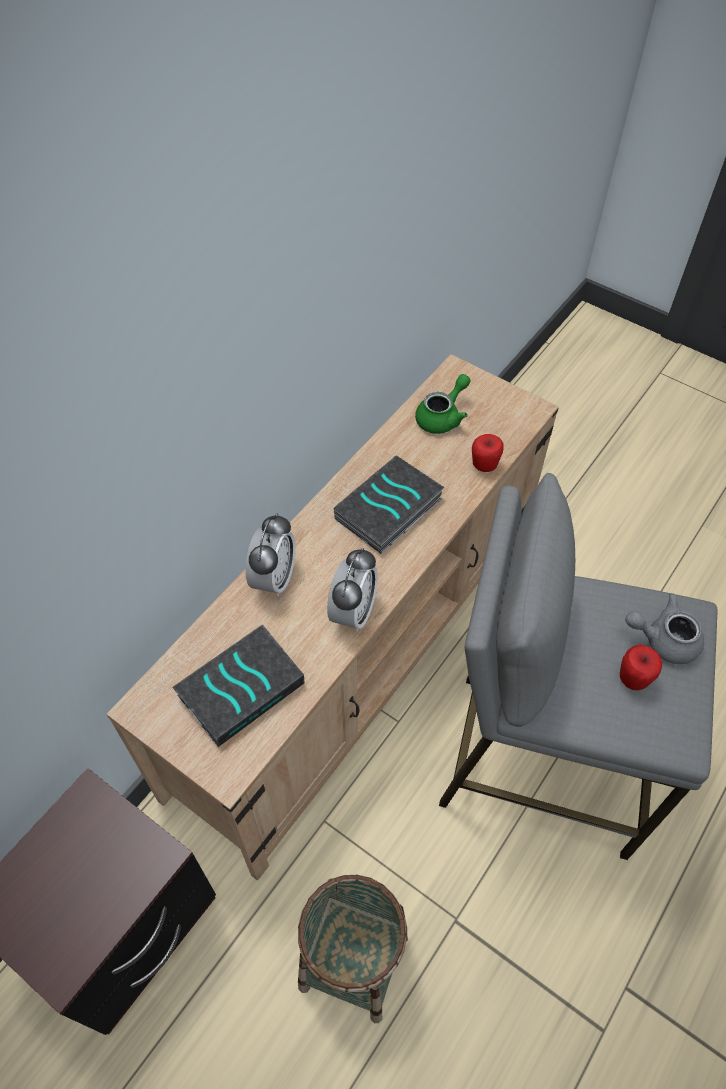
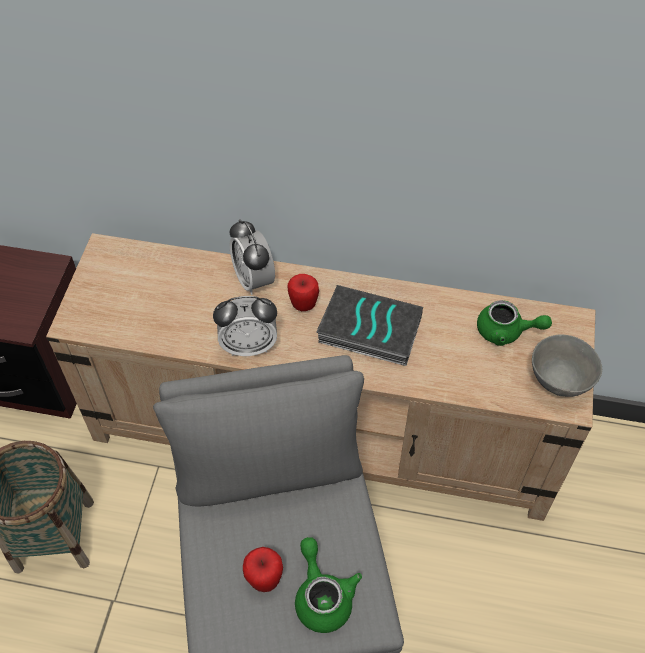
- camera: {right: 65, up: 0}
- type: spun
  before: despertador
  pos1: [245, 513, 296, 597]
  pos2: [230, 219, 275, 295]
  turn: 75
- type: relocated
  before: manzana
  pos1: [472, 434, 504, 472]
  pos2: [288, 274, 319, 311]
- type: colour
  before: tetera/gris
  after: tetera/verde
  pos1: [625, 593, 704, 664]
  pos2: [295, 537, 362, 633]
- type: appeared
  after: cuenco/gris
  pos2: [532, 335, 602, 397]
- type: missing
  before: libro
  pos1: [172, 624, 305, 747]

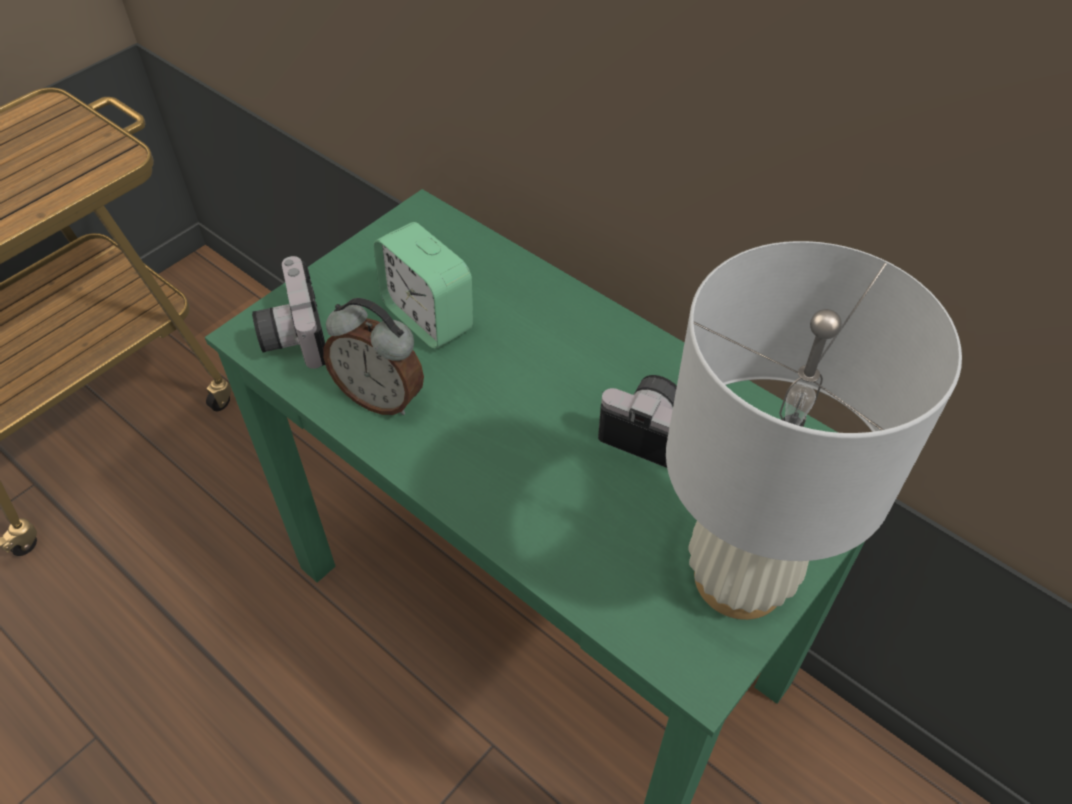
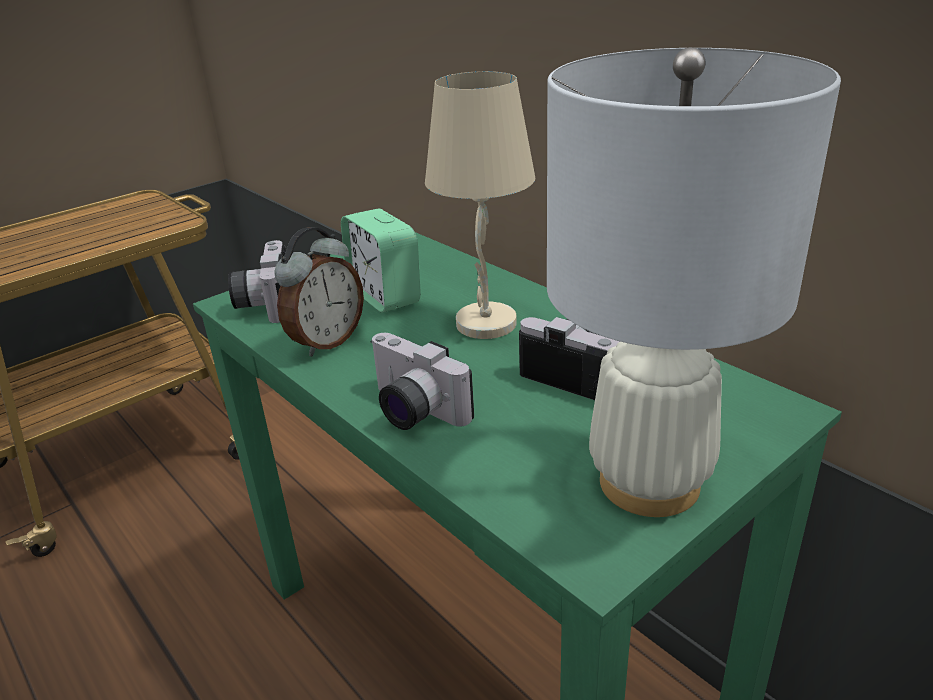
- camera: {right: 10, up: -20}
- type: spun
  before: despertador
  pos1: [323, 298, 424, 415]
  pos2: [274, 227, 364, 357]
  turn: -90
- type: appeared
  after: cámara
  pos2: [371, 333, 474, 430]
- type: appeared
  after: lámpara de mesa/beis
  pos2: [425, 71, 535, 339]

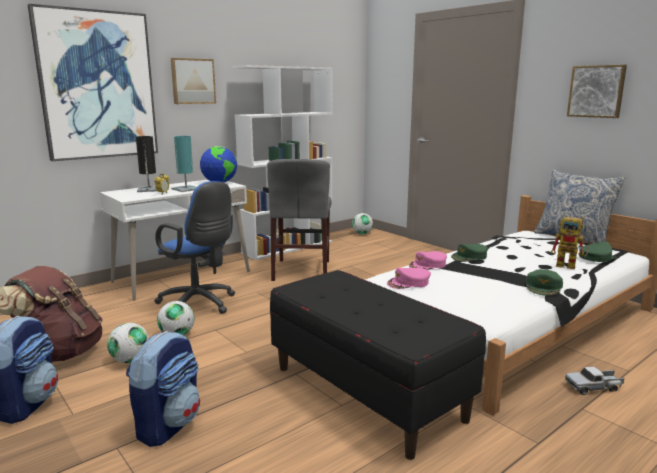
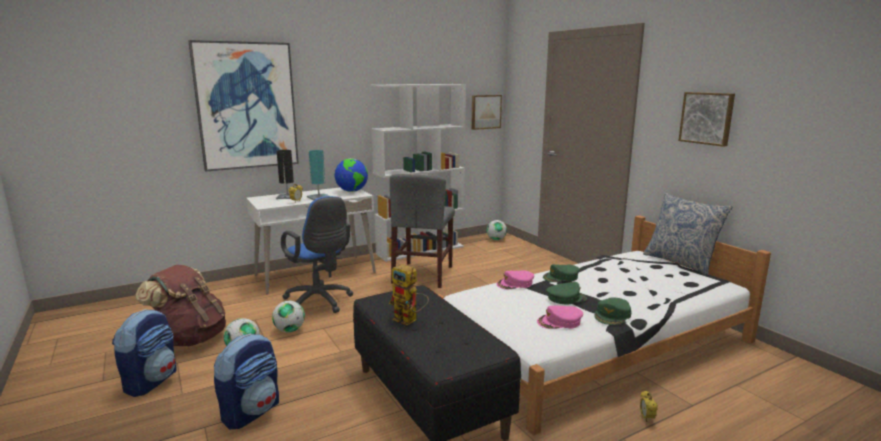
- camera: {right: 10, up: 0}
- type: relocated
  before: robot de juguete
  pos1: [551, 217, 589, 269]
  pos2: [389, 264, 429, 325]
- type: relocated
  before: cuadro
  pos1: [171, 58, 216, 104]
  pos2: [471, 95, 502, 130]
- type: relocated
  before: gorra/rosa
  pos1: [387, 267, 431, 289]
  pos2: [537, 305, 583, 329]
- type: relocated
  before: gorra/verde
  pos1: [579, 241, 617, 262]
  pos2: [546, 282, 587, 304]
- type: exchanged
  before: camión de juguete
  after: despertador
  pos1: [565, 367, 624, 395]
  pos2: [640, 390, 658, 422]

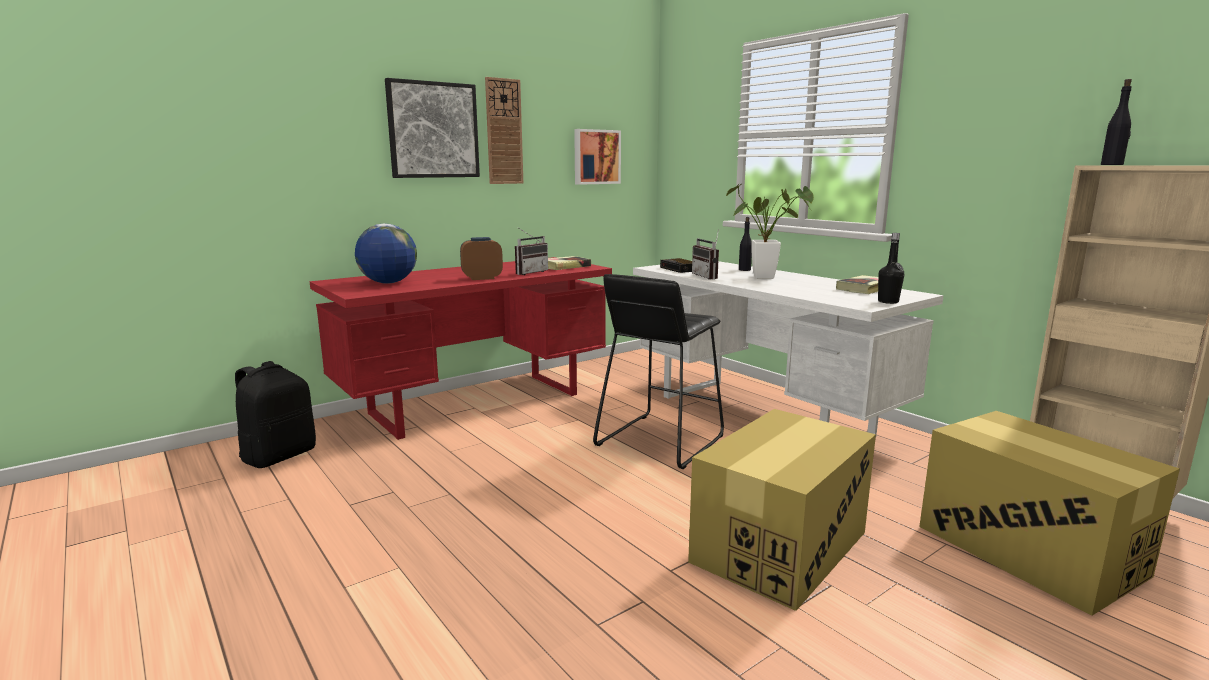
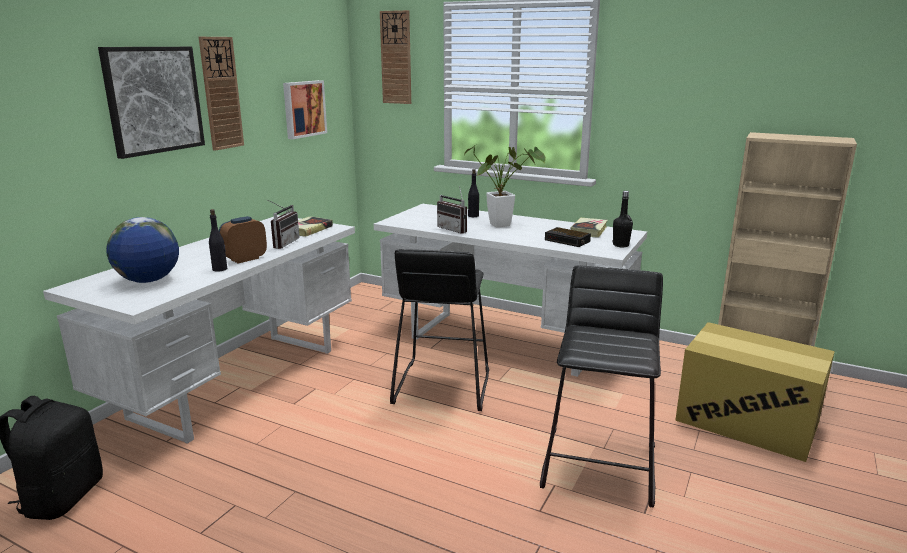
- camera: {right: -25, up: 5}
- type: colour
  before: escritorio/rojo
  after: escritorio/blanco
  pos1: [310, 257, 612, 440]
  pos2: [43, 215, 355, 444]
- type: relocated
  before: botella/negro
  pos1: [1101, 79, 1132, 165]
  pos2: [209, 209, 227, 272]
- type: appeared
  after: reloj de pared
  pos2: [380, 10, 411, 104]
- type: exchanged
  before: caja de cartón
  after: taburete/negro
  pos1: [688, 409, 876, 611]
  pos2: [540, 265, 663, 508]
- type: relocated
  before: despertador
  pos1: [660, 258, 692, 273]
  pos2: [545, 227, 591, 247]

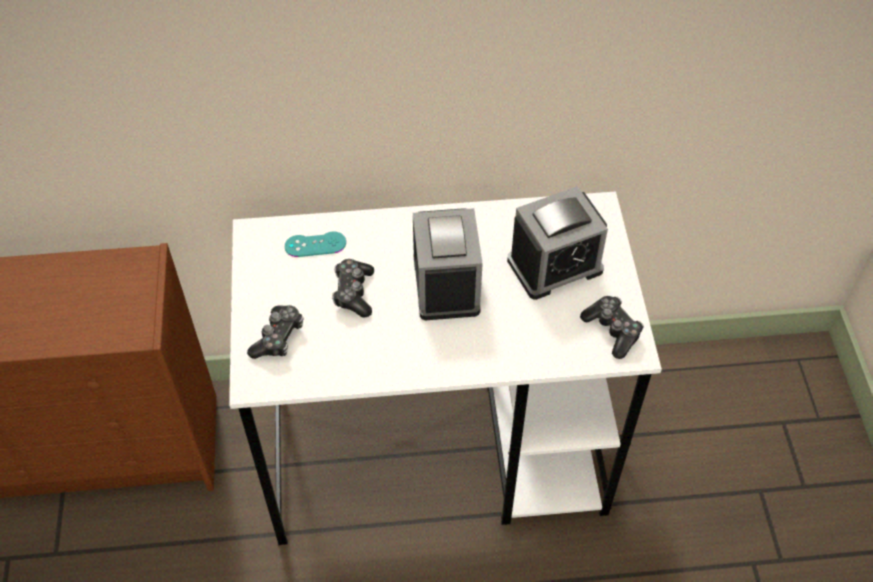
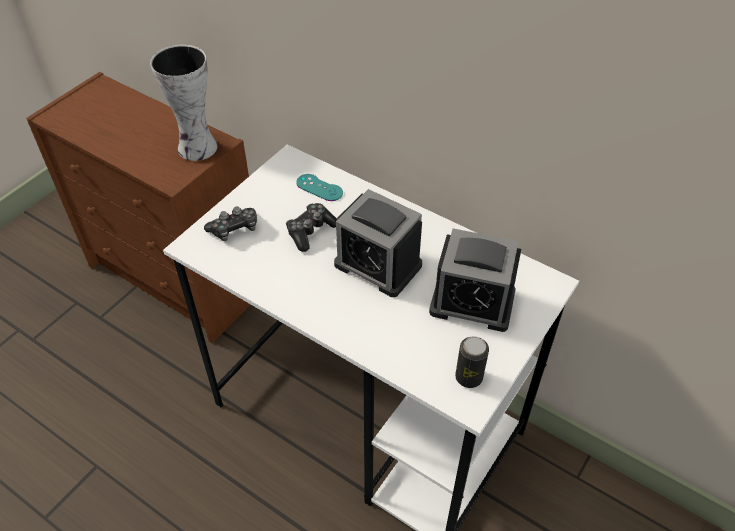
- camera: {right: 40, up: -5}
- type: appeared
  after: florero
  pos2: [150, 45, 217, 161]
- type: spun
  before: despertador
  pos1: [413, 208, 483, 320]
  pos2: [334, 189, 422, 297]
  turn: 90
- type: exchanged
  before: mando de consola
  after: lata
  pos1: [580, 296, 644, 359]
  pos2: [455, 337, 489, 388]

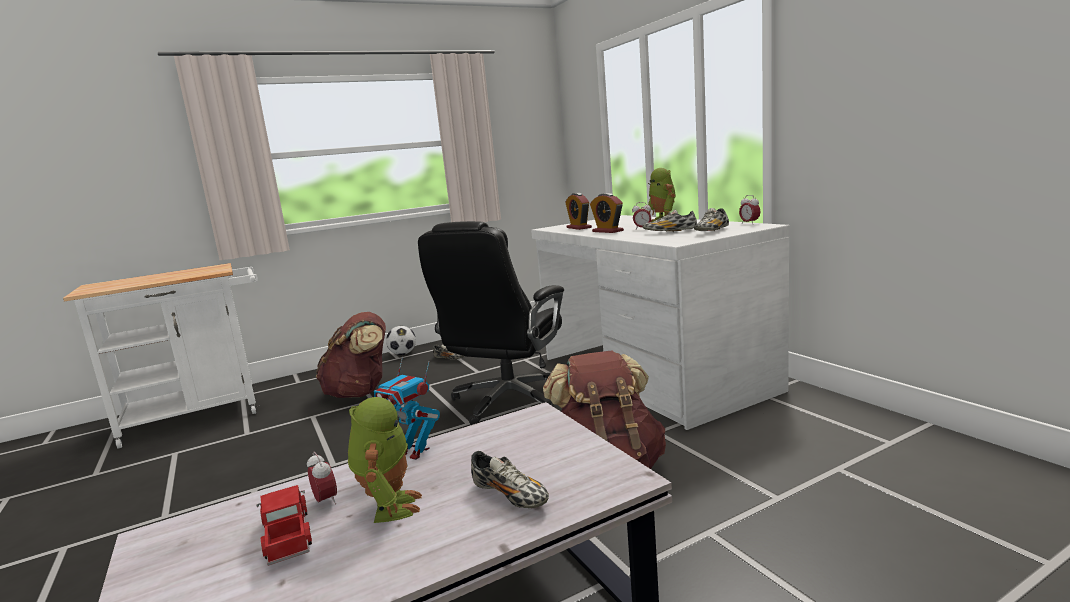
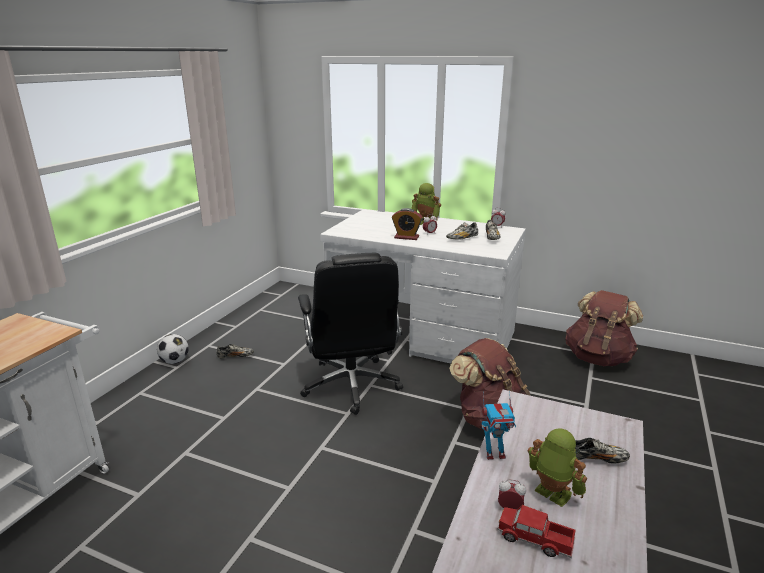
- camera: {right: -40, up: 10}
- type: relocated
  before: mochila/marrón
  pos1: [316, 312, 386, 398]
  pos2: [565, 290, 643, 366]
- type: missing
  before: despertador
  pos1: [565, 193, 592, 230]

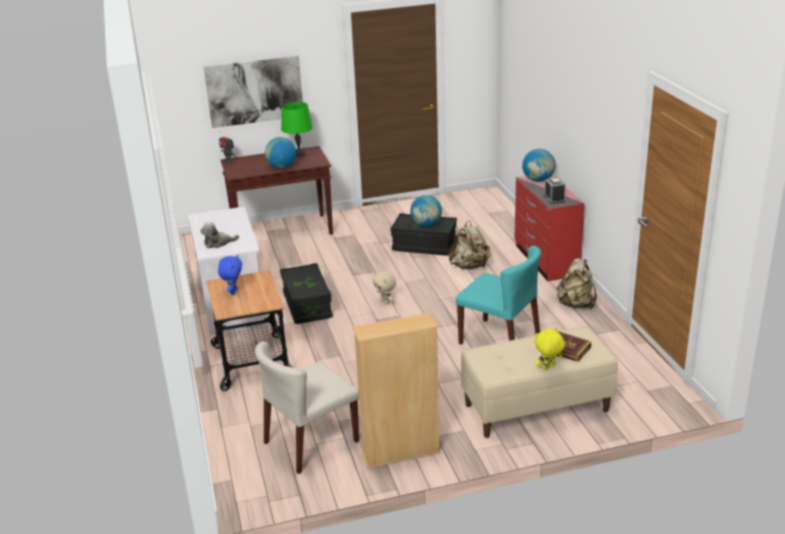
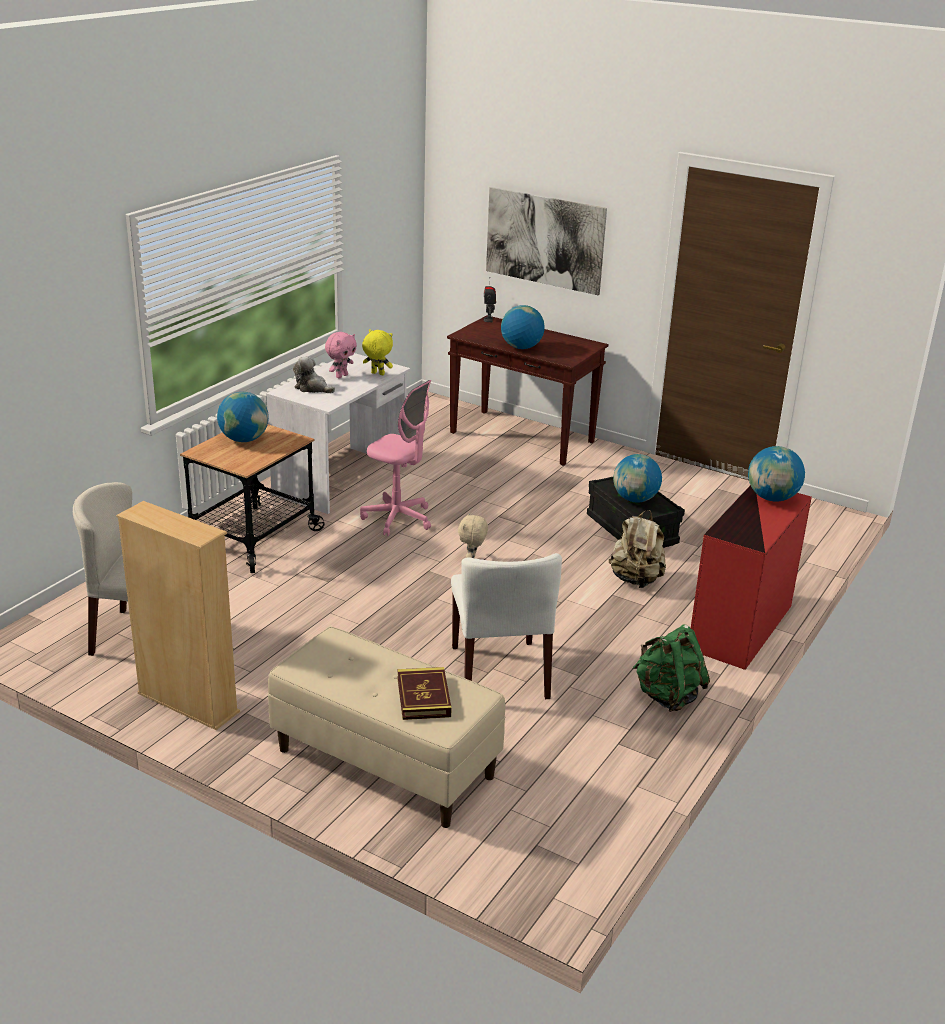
- camera: {right: 45, up: 0}
- type: exchanged
  before: peluche/azul
  after: globo terráqueo
  pos1: [218, 255, 242, 295]
  pos2: [217, 392, 269, 442]
- type: appeared
  after: peluche/rosa
  pos2: [325, 332, 357, 378]
- type: exchanged
  before: caja de almacenaje/negro
  after: silla de oficina/rosa
  pos1: [280, 263, 333, 324]
  pos2: [360, 380, 431, 536]
- type: relocated
  before: peluche/amarillo
  pos1: [535, 327, 565, 370]
  pos2: [362, 329, 393, 375]
- type: colour
  before: silla/turquesa
  after: silla/blanco
  pos1: [456, 246, 541, 345]
  pos2: [451, 553, 562, 699]
- type: colour
  before: mochila/beis
  after: mochila/verde
  pos1: [557, 258, 597, 309]
  pos2: [633, 624, 710, 712]
- type: missing
  before: lámpara de mesa/verde
  pos1: [281, 102, 313, 157]
- type: missing
  before: despertador
  pos1: [544, 178, 566, 204]

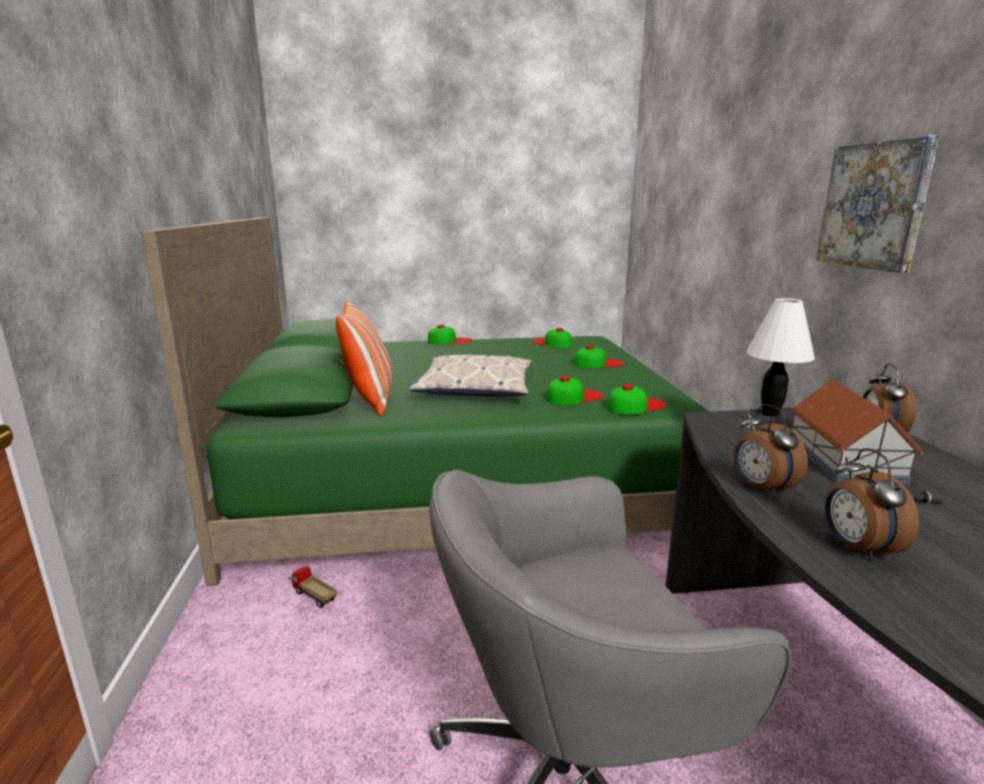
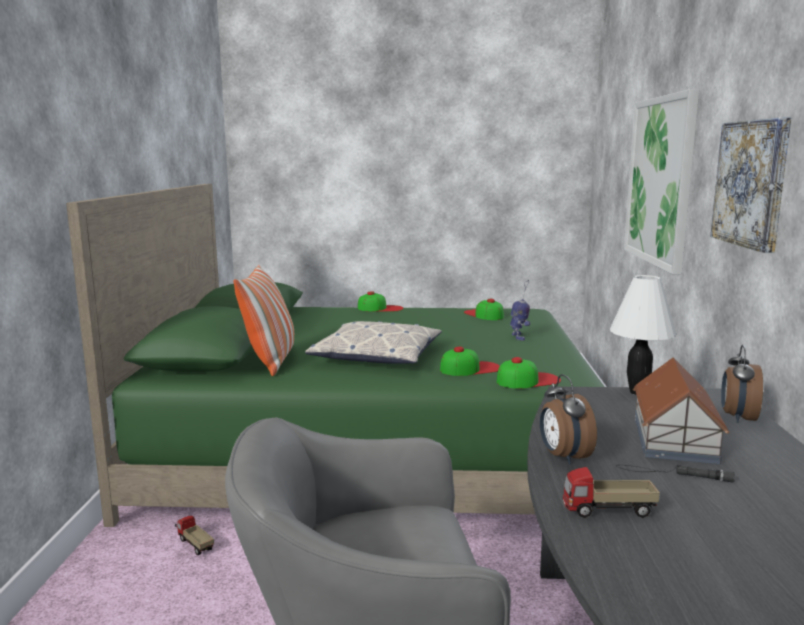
- camera: {right: 10, up: -5}
- type: exchanged
  before: gorra
  after: robot de juguete
  pos1: [574, 345, 624, 369]
  pos2: [510, 280, 530, 341]
- type: exchanged
  before: despertador
  after: camión de juguete
  pos1: [824, 448, 919, 562]
  pos2: [563, 467, 660, 518]
- type: appeared
  after: cuadro
  pos2: [624, 89, 699, 274]

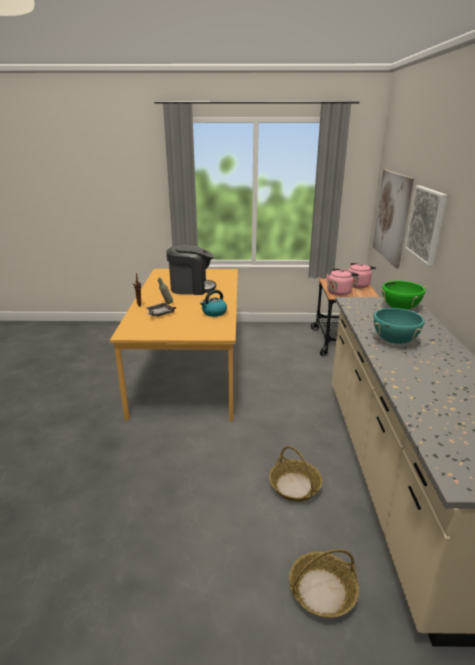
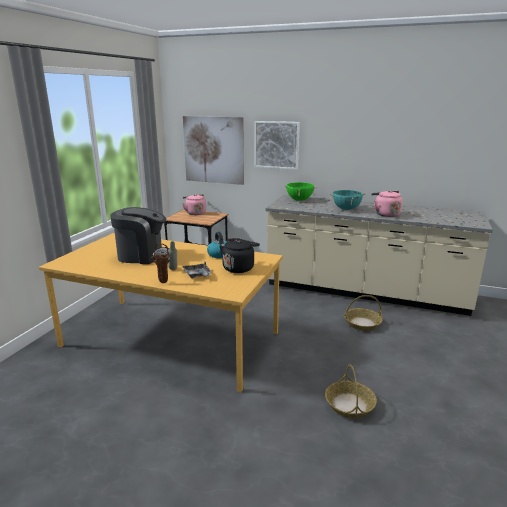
- camera: {right: -70, up: -5}
- type: spun
  before: cafetera
  pos1: [166, 245, 216, 295]
  pos2: [111, 207, 169, 264]
  turn: 75
- type: appeared
  after: hervidor/negro
  pos2: [219, 238, 260, 273]
- type: relocated
  before: cesta
  pos1: [289, 549, 359, 618]
  pos2: [325, 364, 377, 418]
- type: relocated
  before: hervidor/rosa
  pos1: [326, 269, 359, 296]
  pos2: [371, 190, 403, 217]

